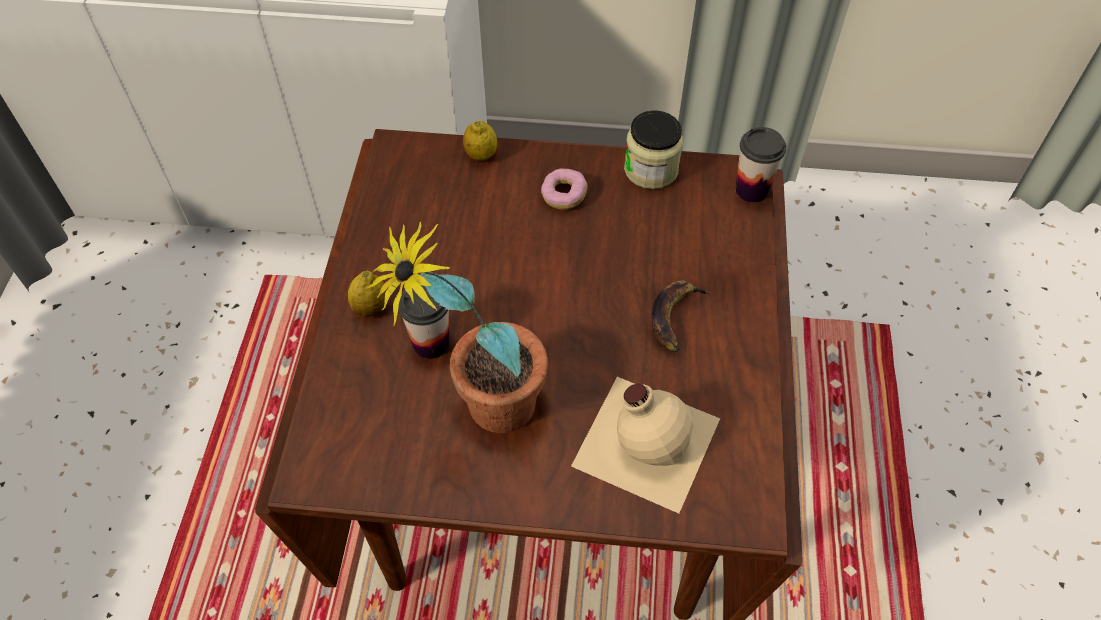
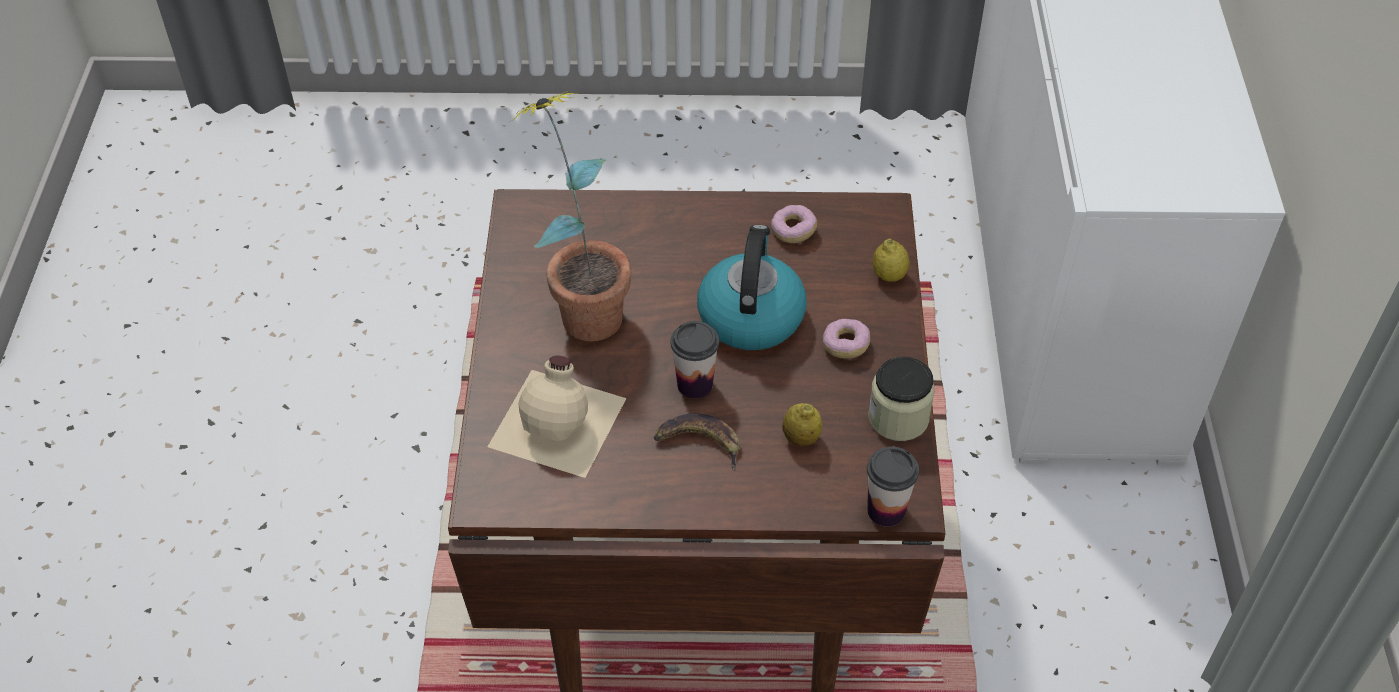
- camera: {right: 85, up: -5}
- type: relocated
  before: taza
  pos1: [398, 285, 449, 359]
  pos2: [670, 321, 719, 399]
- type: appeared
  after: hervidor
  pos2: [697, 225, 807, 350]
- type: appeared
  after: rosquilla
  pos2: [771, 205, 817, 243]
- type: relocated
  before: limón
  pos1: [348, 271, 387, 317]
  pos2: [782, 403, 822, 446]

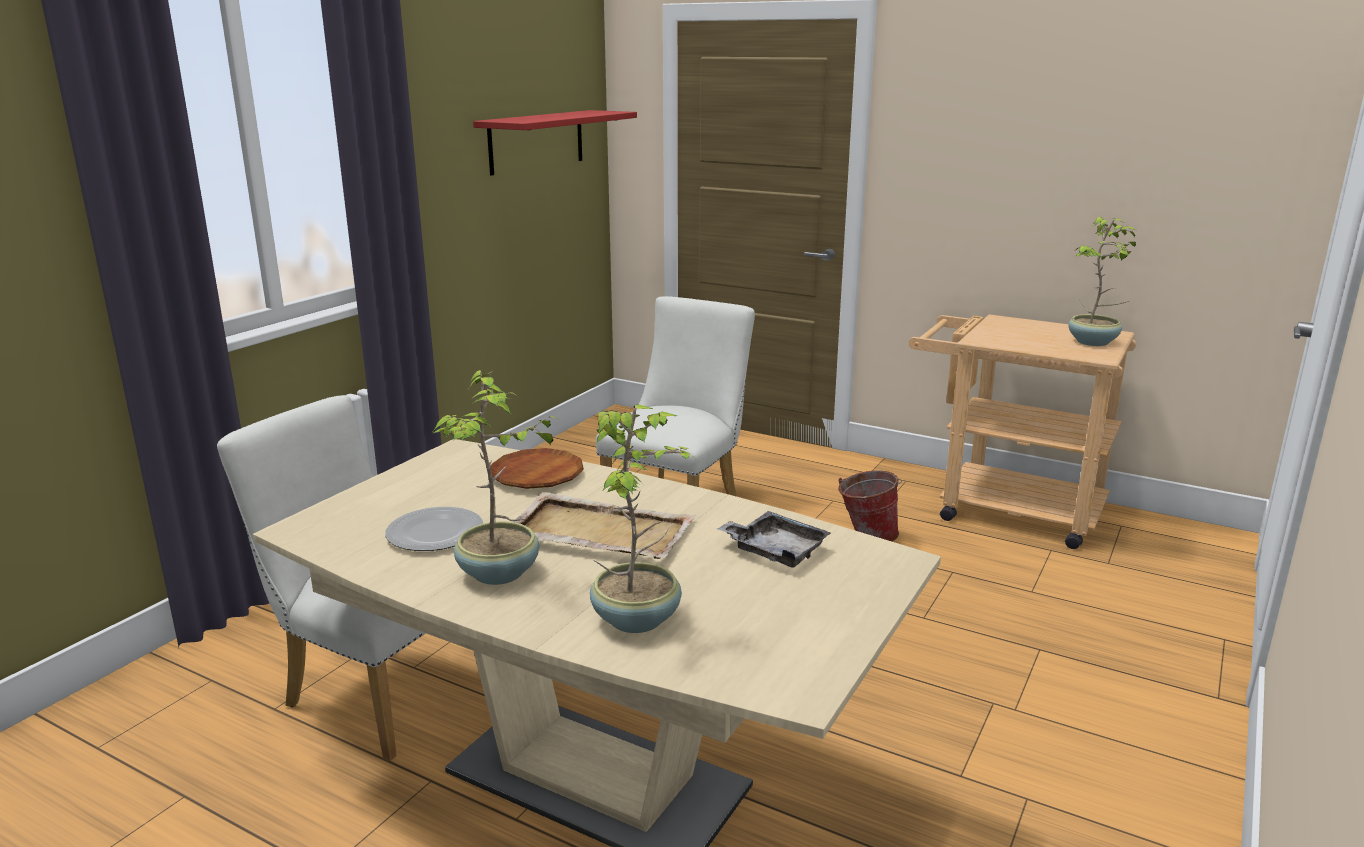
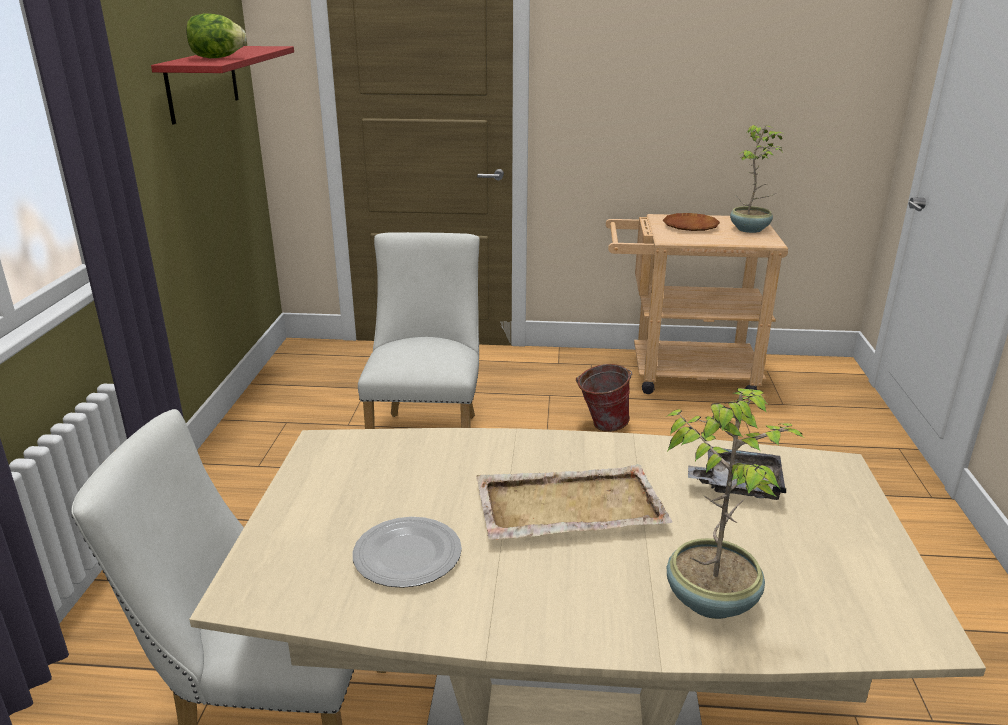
- camera: {right: -25, up: 5}
- type: appeared
  after: lechuga
  pos2: [186, 13, 247, 58]
- type: relocated
  before: plato/marrón
  pos1: [490, 448, 584, 489]
  pos2: [663, 213, 720, 231]
- type: missing
  before: planta en maceta
  pos1: [433, 370, 558, 585]

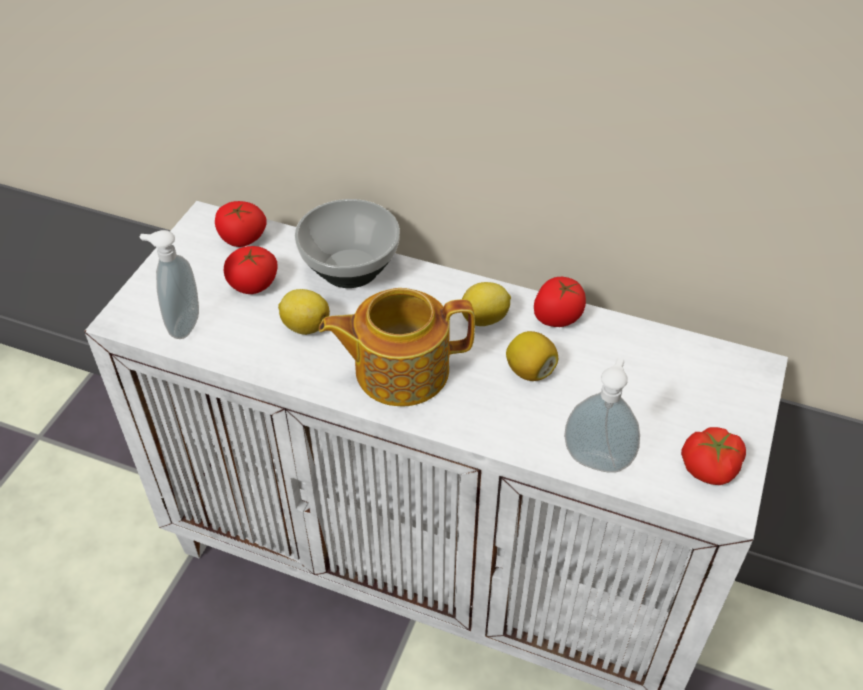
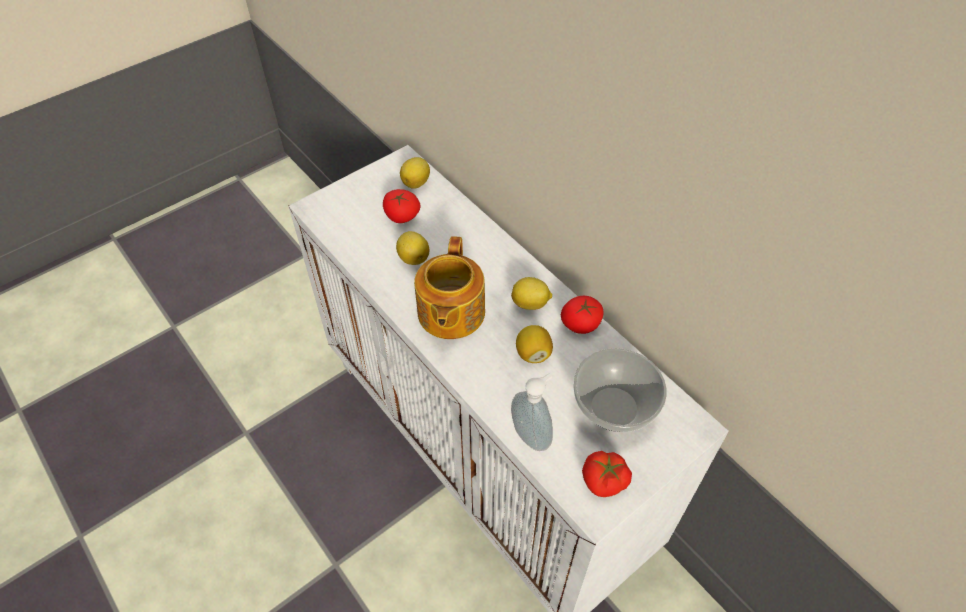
- camera: {right: 30, up: 5}
- type: exchanged
  before: tomate
  after: limón
  pos1: [215, 201, 267, 247]
  pos2: [400, 157, 430, 189]
- type: spun
  before: tetera
  pos1: [319, 288, 475, 407]
  pos2: [414, 236, 485, 339]
  turn: -105
- type: relocated
  before: cuenco
  pos1: [295, 199, 400, 288]
  pos2: [573, 348, 667, 432]
- type: missing
  before: dispensador de jabón
  pos1: [140, 230, 199, 339]

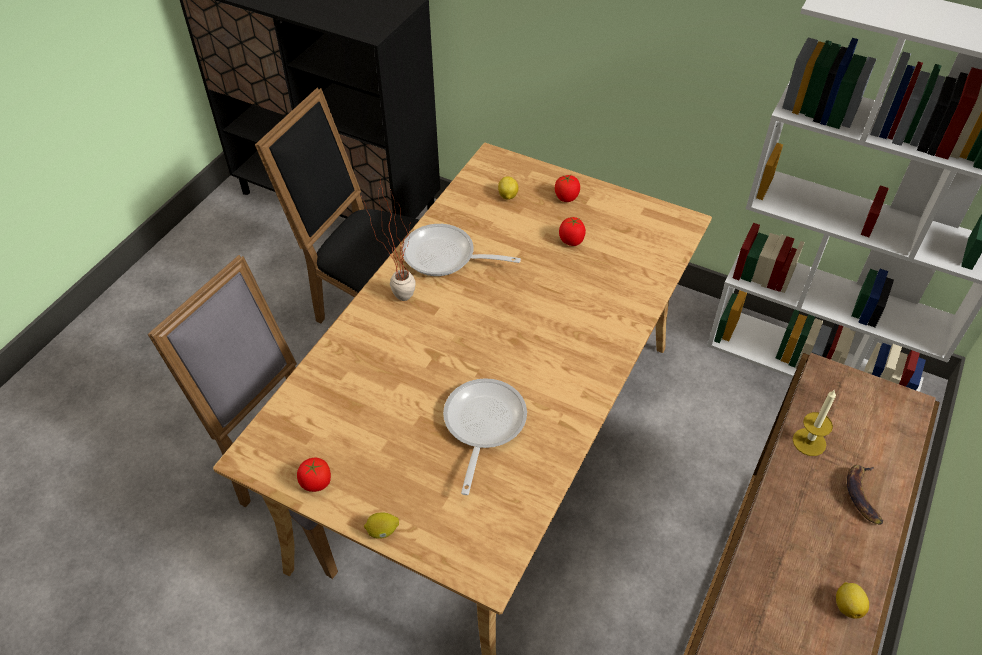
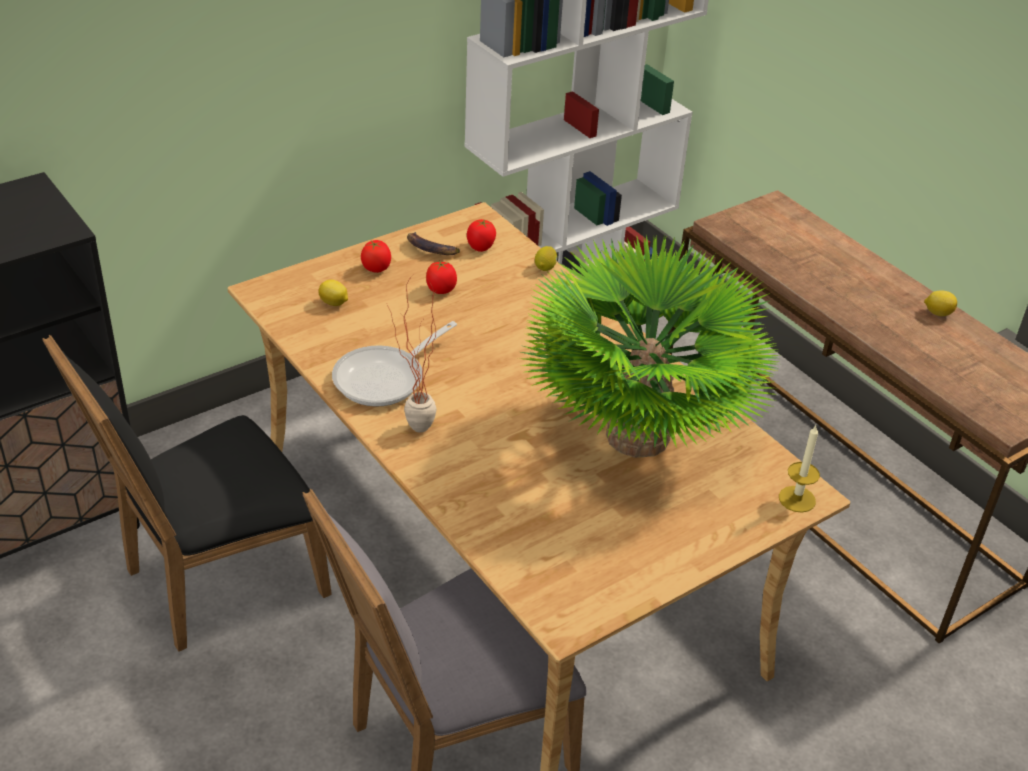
- camera: {right: -65, up: -10}
- type: relocated
  before: plátano
  pos1: [847, 465, 883, 525]
  pos2: [407, 232, 460, 255]
- type: relocated
  before: tomate
  pos1: [297, 458, 331, 492]
  pos2: [467, 219, 496, 252]
- type: exchanged
  before: sartén
  after: planta en maceta
  pos1: [443, 378, 527, 495]
  pos2: [518, 234, 780, 458]
- type: relocated
  before: limón
  pos1: [364, 513, 399, 539]
  pos2: [535, 246, 557, 271]
- type: relocated
  before: vela
  pos1: [793, 389, 836, 456]
  pos2: [779, 425, 820, 513]

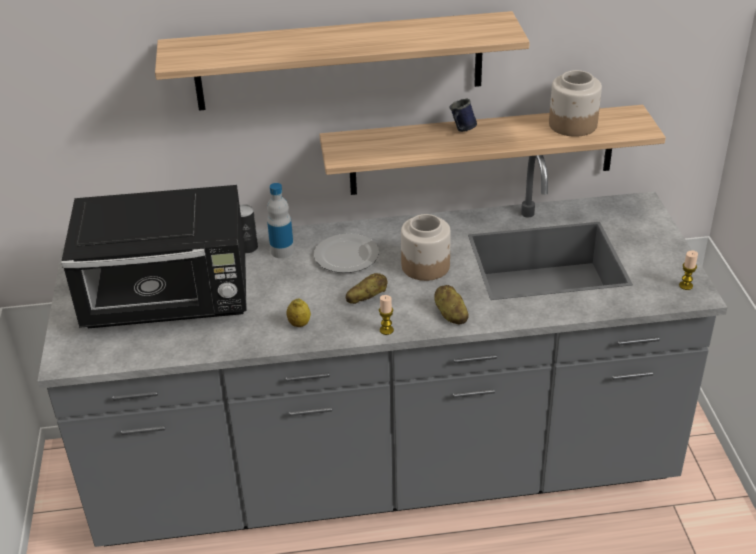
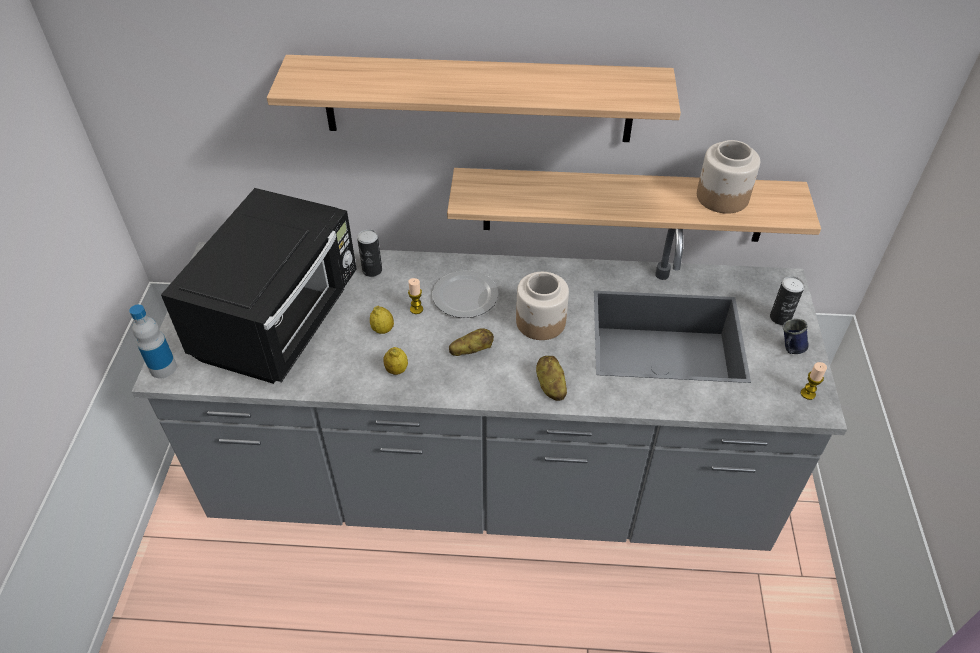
- camera: {right: 10, up: 10}
- type: relocated
  before: botella
  pos1: [267, 183, 294, 258]
  pos2: [129, 304, 177, 378]
- type: spun
  before: microondas/negro
  pos1: [61, 185, 246, 328]
  pos2: [161, 188, 357, 384]
  turn: -75
- type: appeared
  after: limón
  pos2: [370, 306, 394, 334]
- type: relocated
  before: vela
  pos1: [379, 295, 394, 335]
  pos2: [408, 278, 423, 314]
- type: appeared
  after: lata
  pos2: [770, 276, 804, 325]
- type: relocated
  before: taza grande/azul
  pos1: [450, 99, 477, 132]
  pos2: [783, 319, 809, 354]

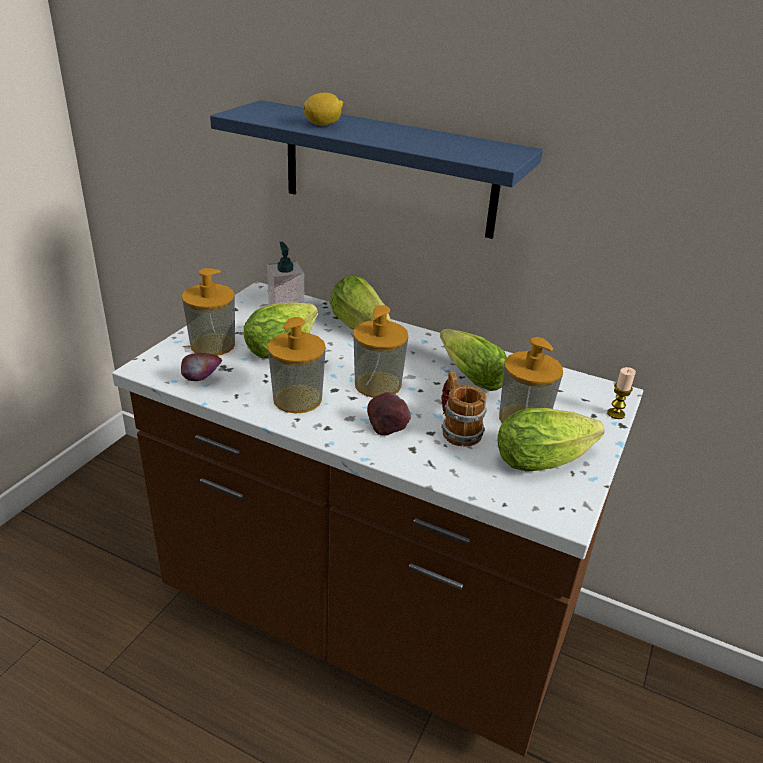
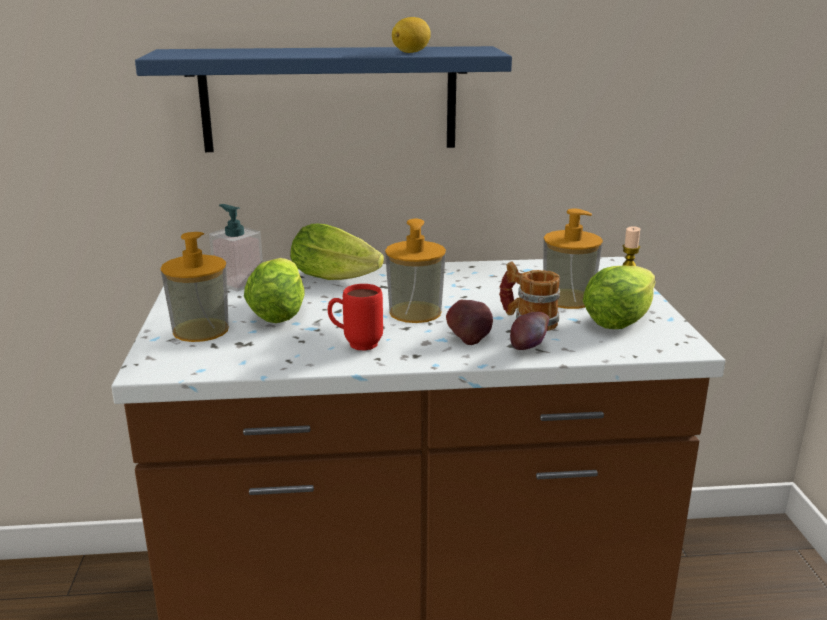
- camera: {right: -30, up: -10}
- type: exchanged
  before: dispensador de jabón
  after: taza grande/rojo
  pos1: [268, 317, 326, 414]
  pos2: [327, 284, 383, 351]
- type: relocated
  before: limón
  pos1: [303, 93, 343, 126]
  pos2: [392, 17, 431, 53]
- type: relocated
  before: manzana
  pos1: [181, 353, 222, 381]
  pos2: [510, 312, 549, 350]
- type: missing
  before: lechuga
  pos1: [440, 329, 507, 391]

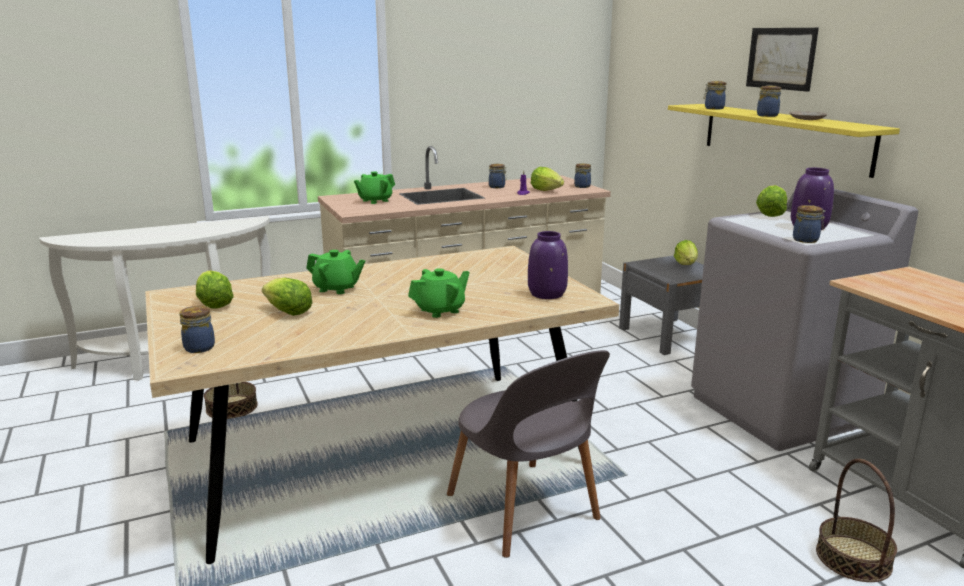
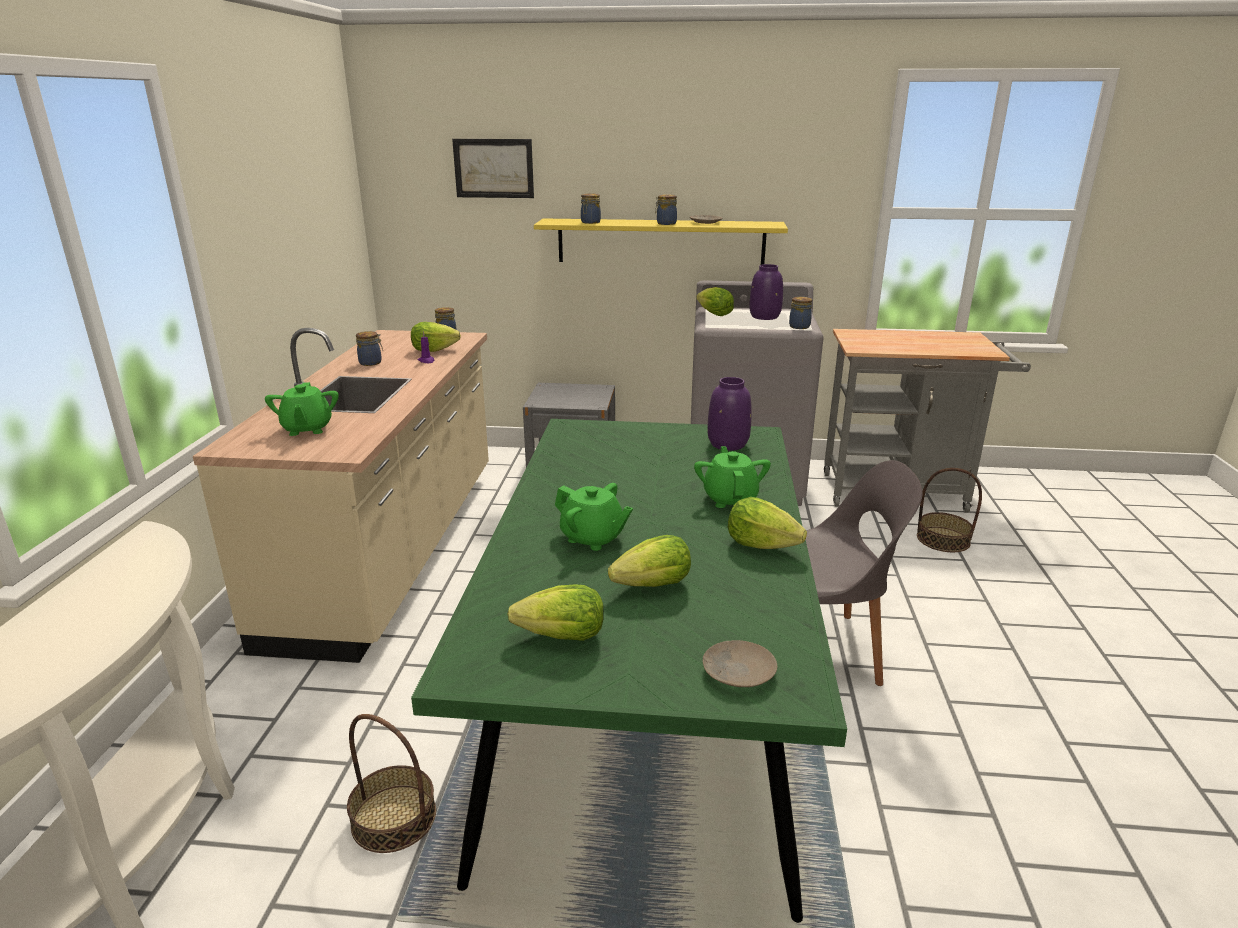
- camera: {right: -60, up: 5}
- type: colour
  before: mesa de comedor/beis
  after: mesa de comedor/verde
  pos1: [145, 246, 619, 564]
  pos2: [411, 419, 847, 923]
- type: relocated
  before: cuadro
  pos1: [746, 28, 819, 92]
  pos2: [452, 139, 534, 198]
- type: spun
  before: tetera/verde
  pos1: [306, 250, 365, 294]
  pos2: [555, 483, 633, 551]
  turn: 75
- type: exchanged
  before: tarro
  after: plato/beis
  pos1: [179, 306, 215, 353]
  pos2: [703, 640, 777, 687]
- type: relocated
  before: lechuga
  pos1: [674, 240, 698, 265]
  pos2: [728, 497, 807, 549]

